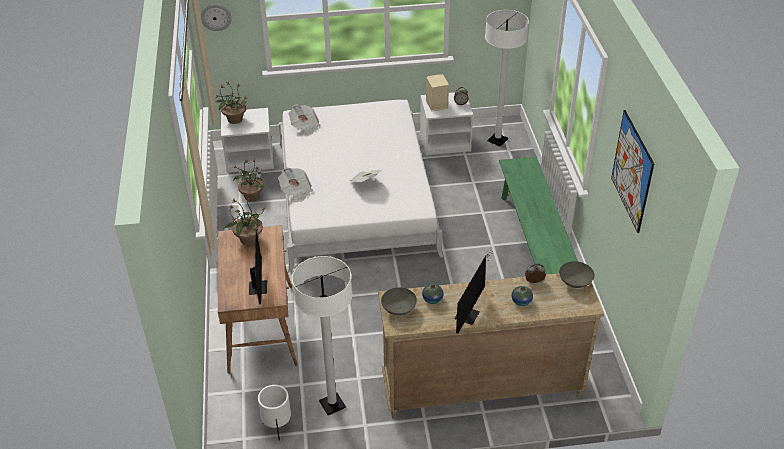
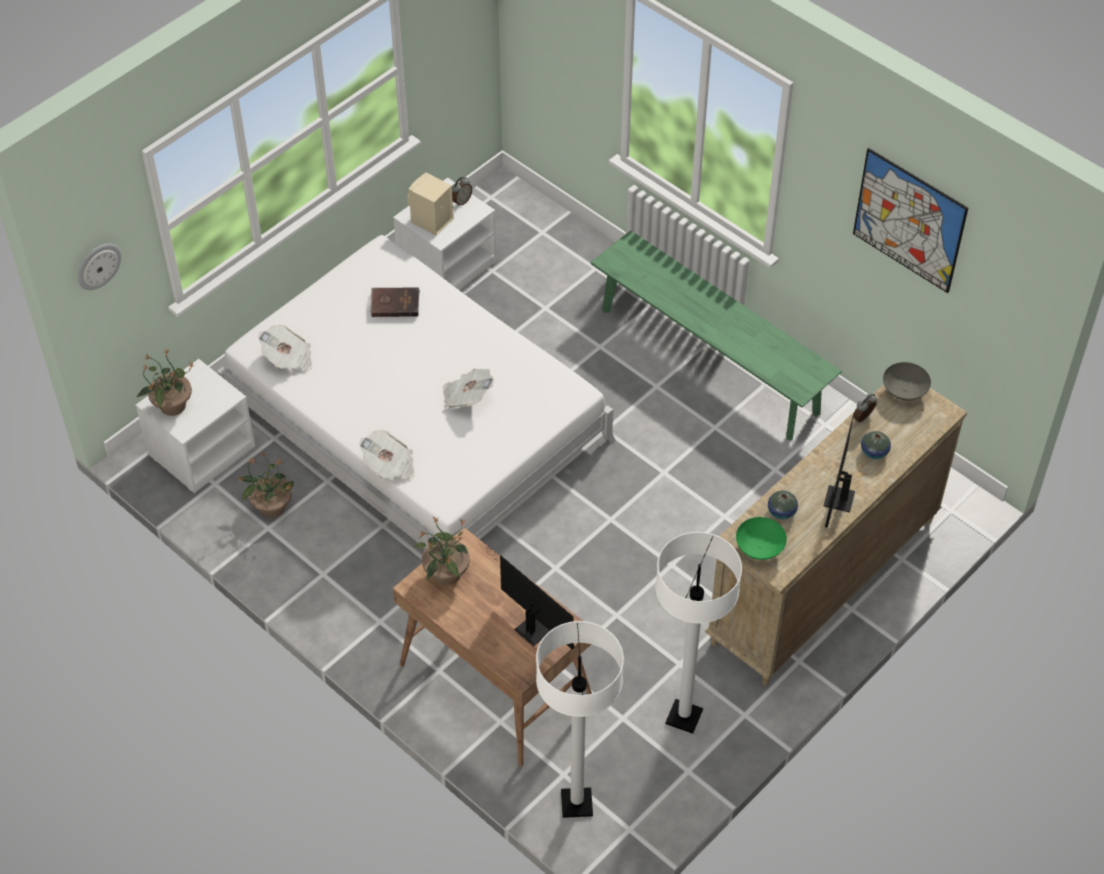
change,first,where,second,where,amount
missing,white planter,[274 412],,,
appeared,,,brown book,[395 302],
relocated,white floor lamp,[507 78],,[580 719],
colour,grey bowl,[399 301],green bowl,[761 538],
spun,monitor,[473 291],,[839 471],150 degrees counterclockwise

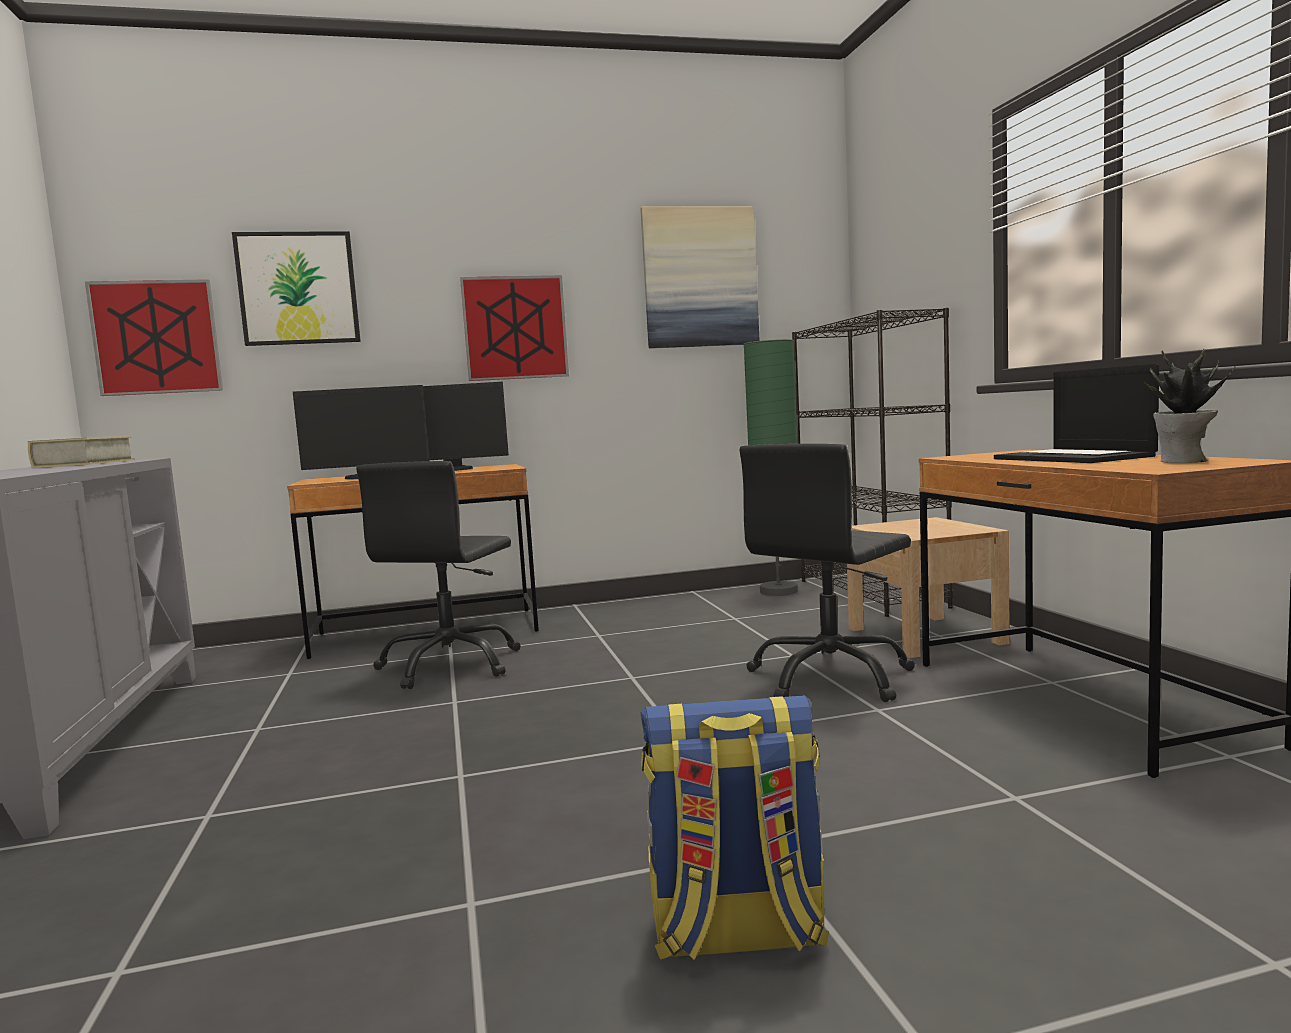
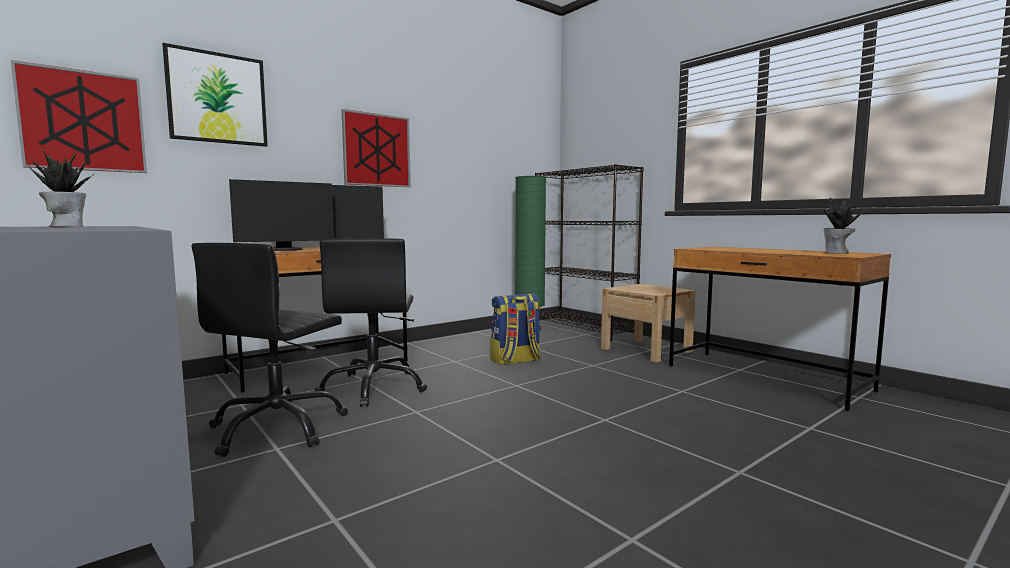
change,first,where,second,where,amount
missing,picture,[700 277],,,
missing,laptop,[1076 413],,,
relocated,backpack,[734 828],,[515 329],
relocated,black office chair,[827 573],,[269 350],
exchanged,book,[81 452],potted plant,[60 188],

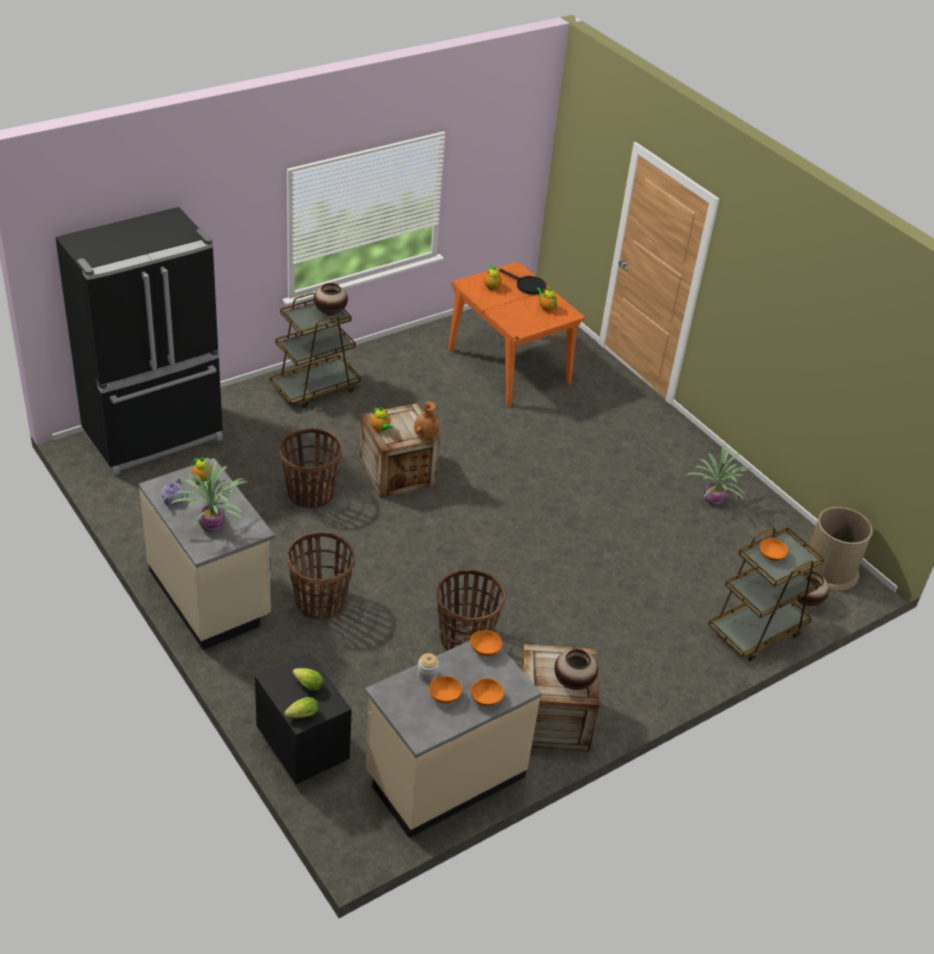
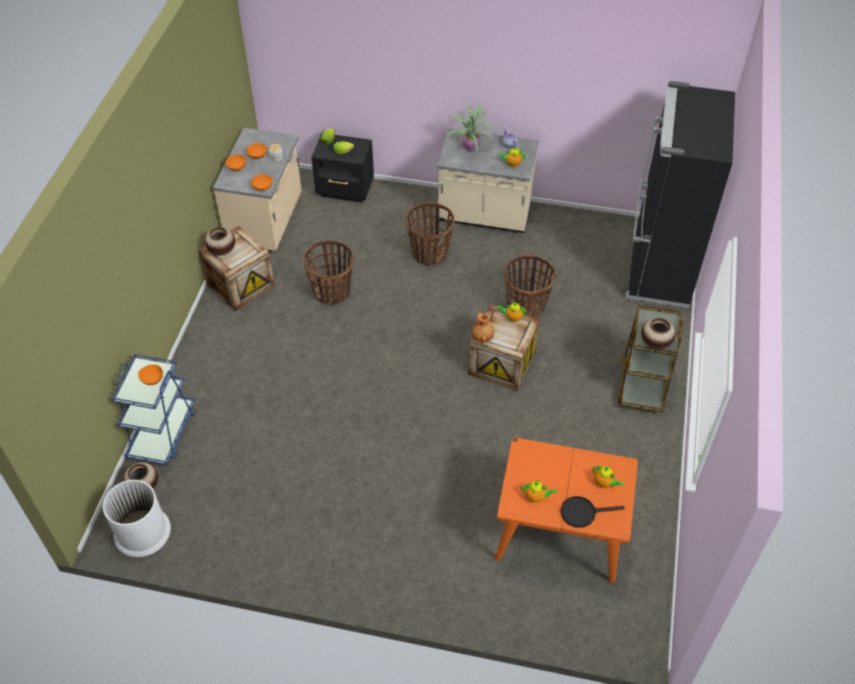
change,first,where,second,where,amount
missing,potted plant,[719 474],,,
colour,brown cart,[766 594],blue cart,[153 409],
colour,brown trash can,[840 549],white trash can,[137 518],

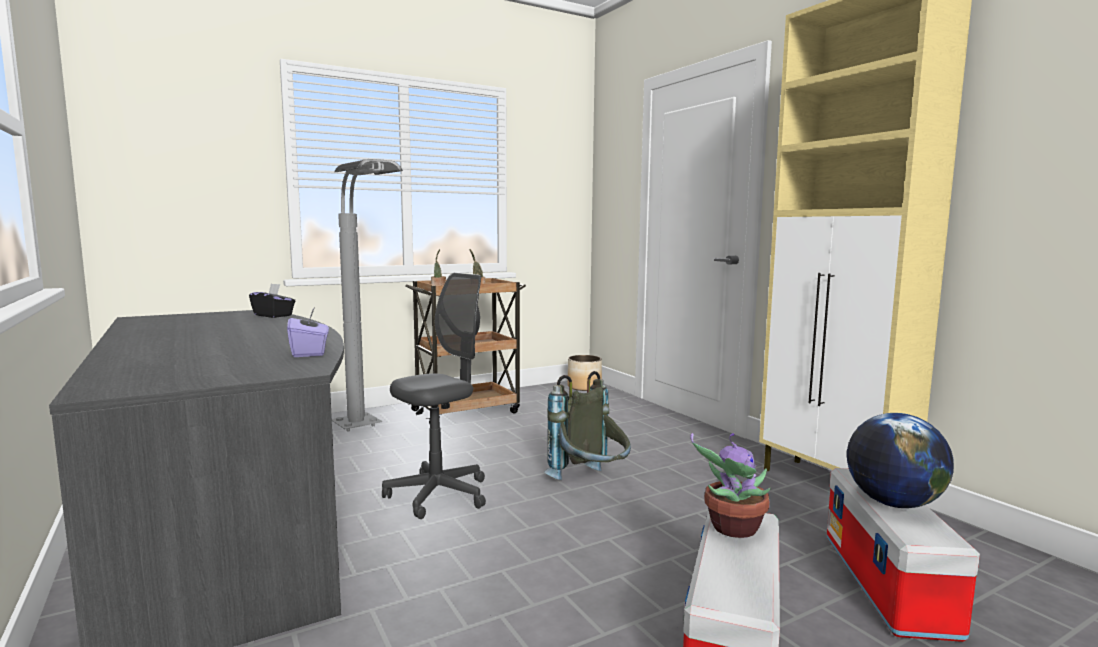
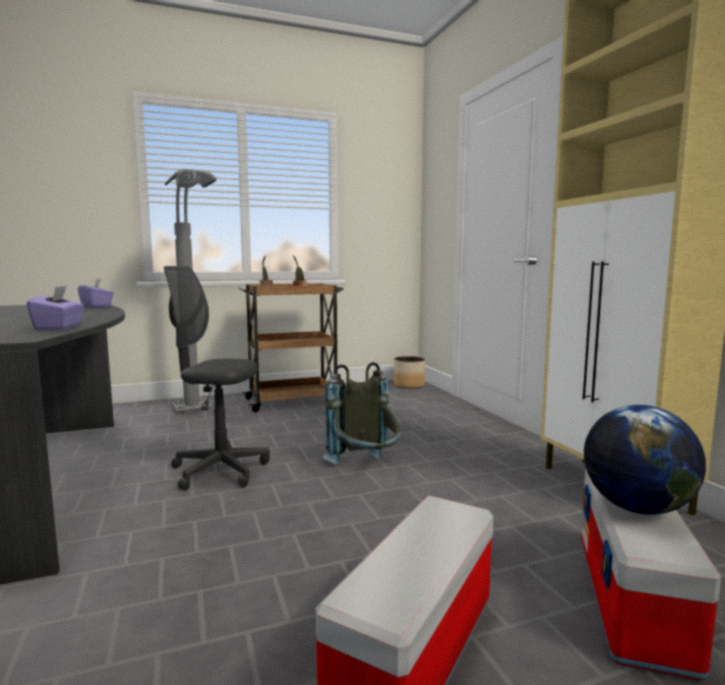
change,first,where,second,where,amount
missing,potted plant,[730 485],,,
colour,black tissue box,[272 300],purple tissue box,[96 293],
spun,grey office chair,[434 395],,[217 378],135 degrees counterclockwise

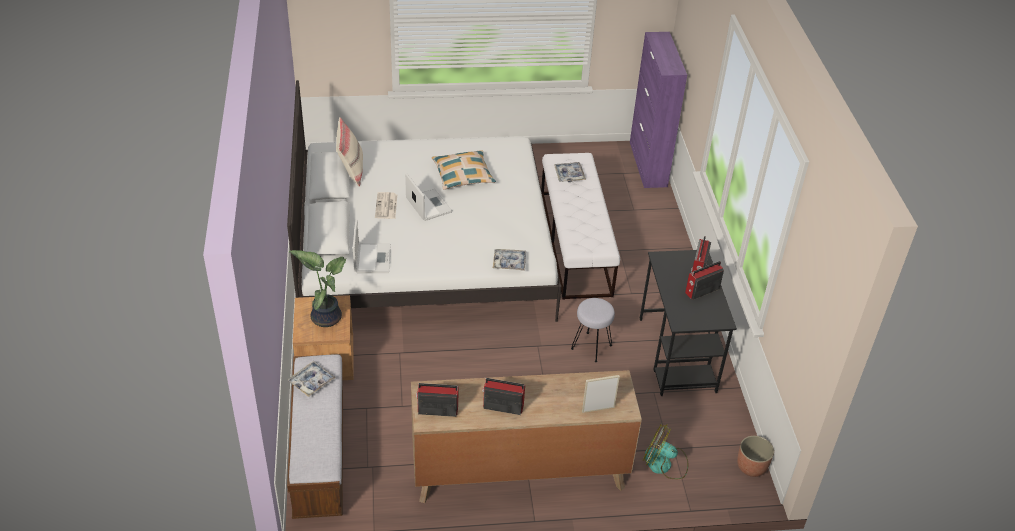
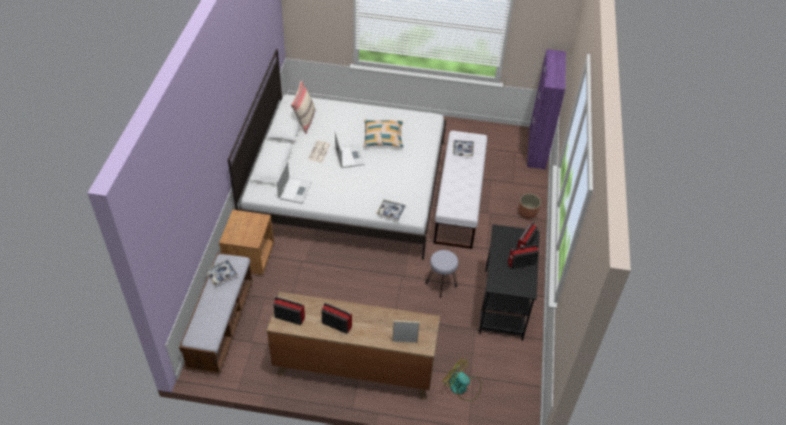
change,first,where,second,where,amount
missing,potted plant,[317 288],,,
relocated,planter,[755 456],,[529 206],

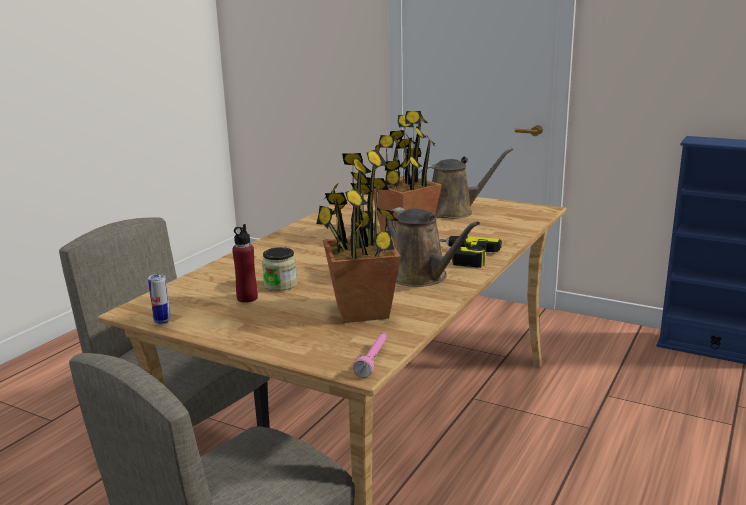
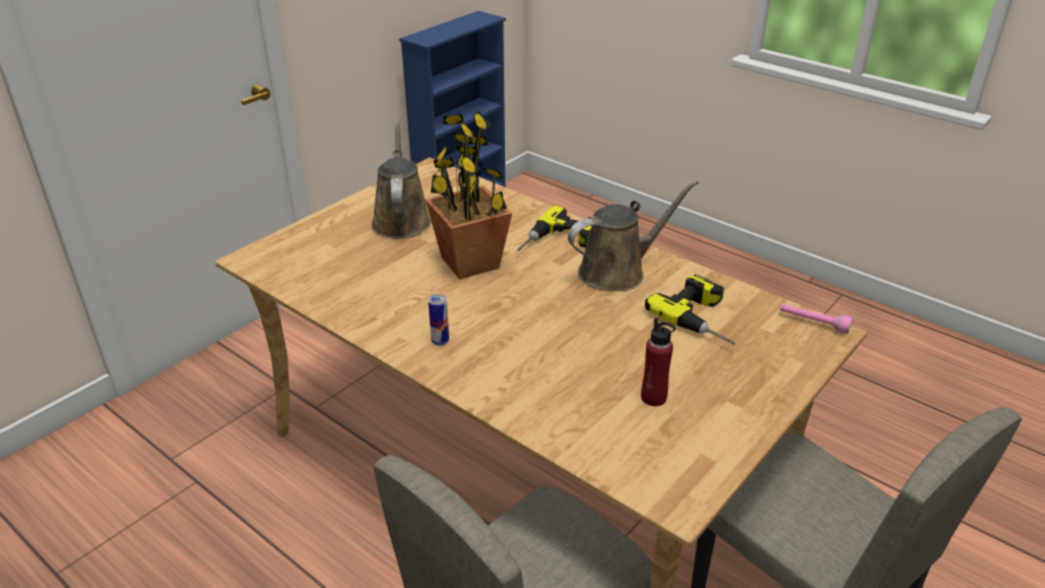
change,first,where,second,where,amount
missing,jar,[279 269],,,
relocated,can,[159 299],,[438 320],
exchanged,potted plant,[358 236],power drill,[690 309],

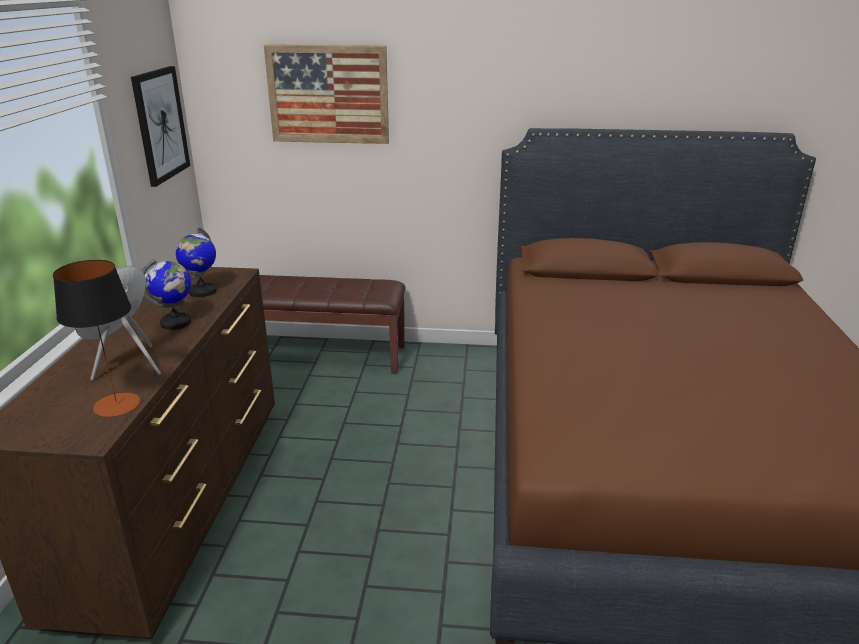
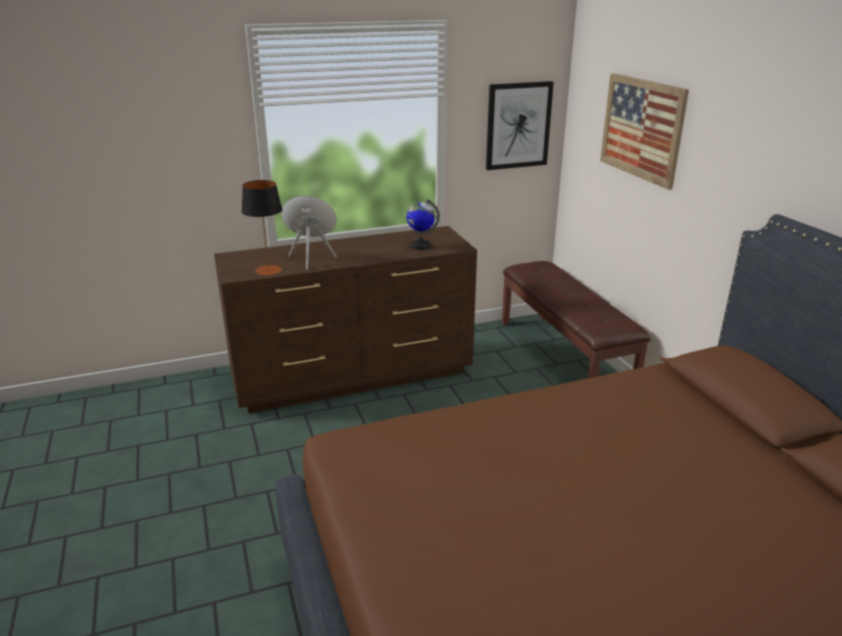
change,first,where,second,where,amount
missing,globe,[166 294],,,

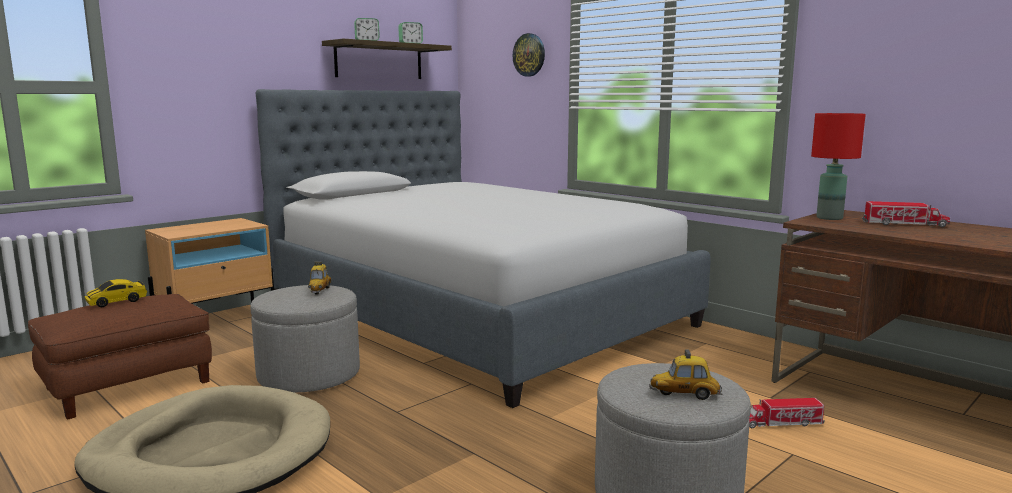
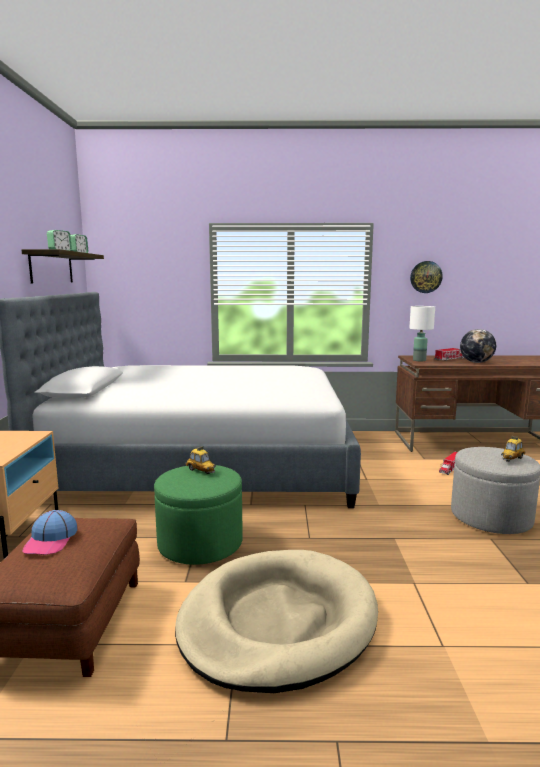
change,first,where,second,where,amount
appeared,,,globe,[478 346],
relocated,wall clock,[529 55],,[426 277],
exchanged,toy car,[116 293],cap,[49 532],
colour,grey ottoman,[305 338],green ottoman,[198 515],
colour,red table lamp,[838 166],white table lamp,[422 334],

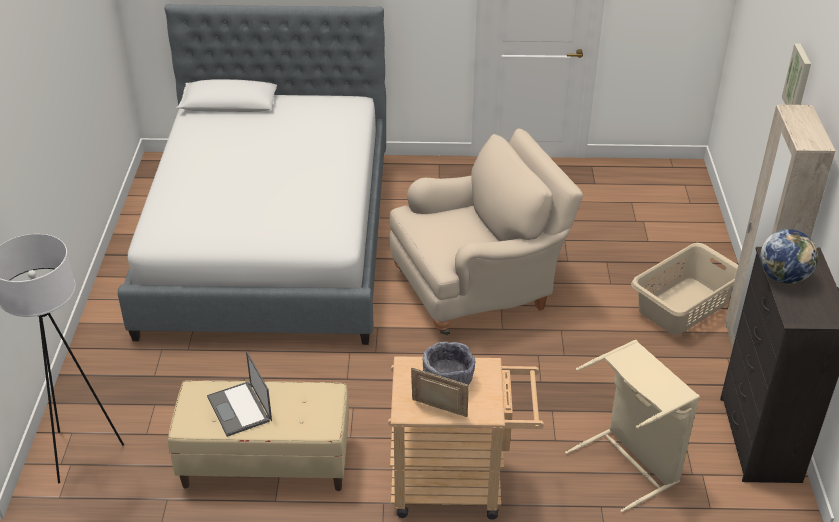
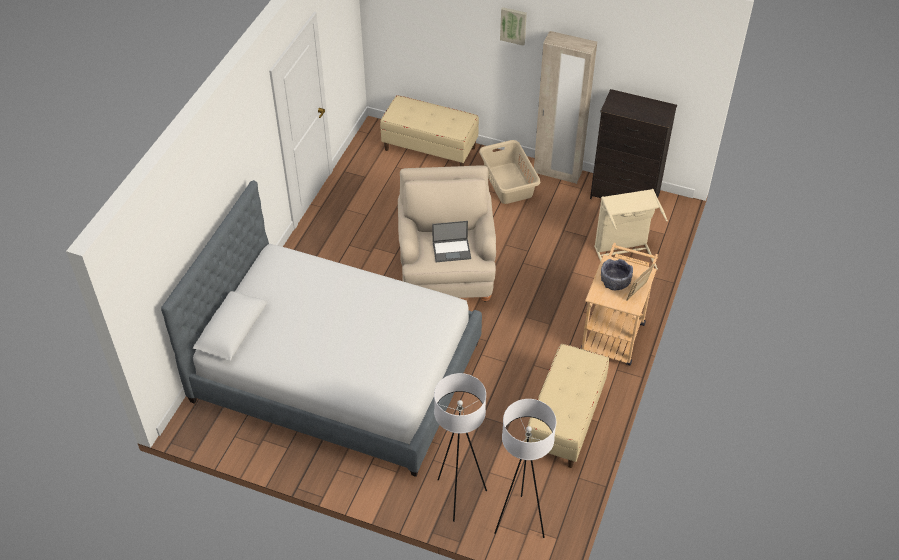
change,first,where,second,where,amount
missing,globe,[789 256],,,
appeared,,,beige bench,[429 130],
appeared,,,white floor lamp,[460 447],
relocated,laptop,[239 394],,[451 241],

